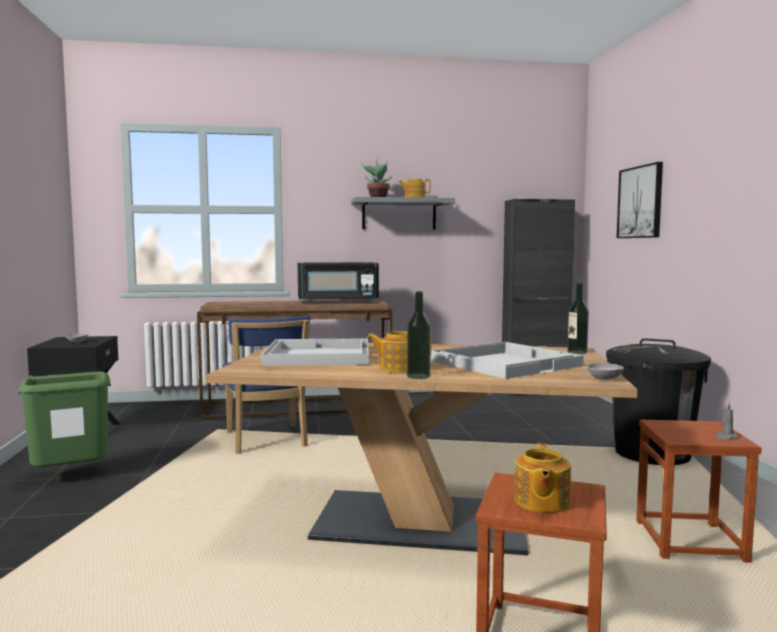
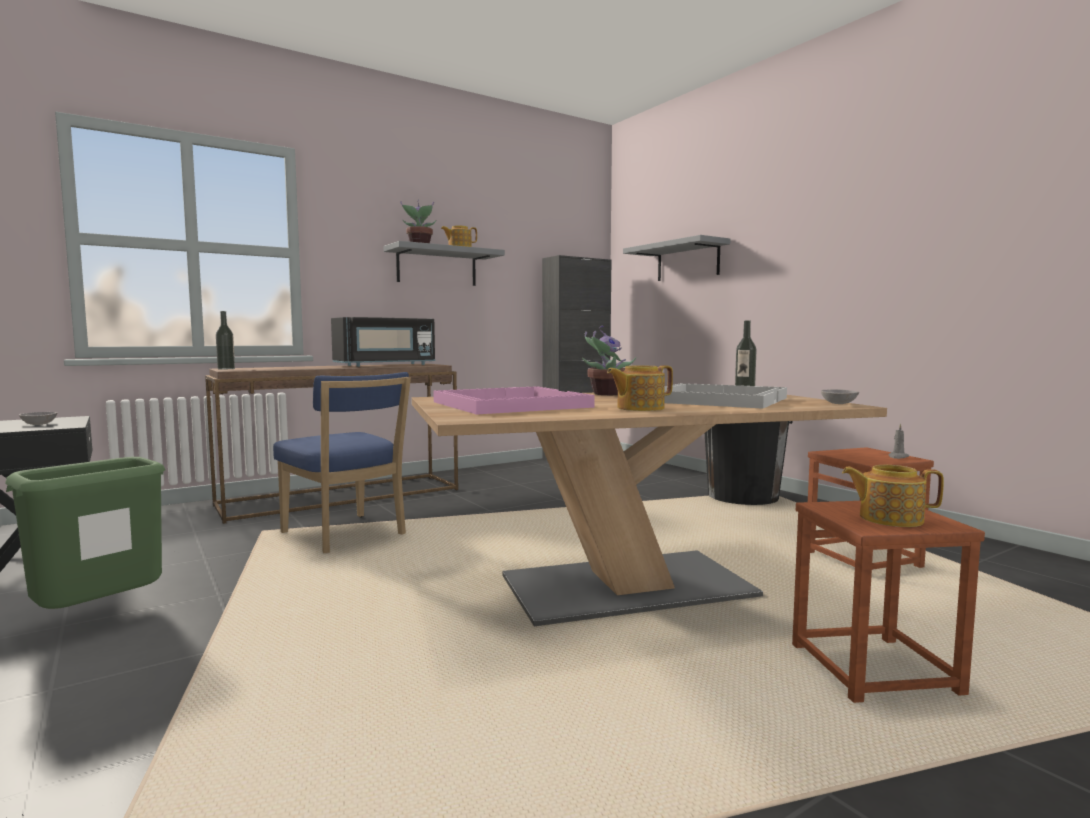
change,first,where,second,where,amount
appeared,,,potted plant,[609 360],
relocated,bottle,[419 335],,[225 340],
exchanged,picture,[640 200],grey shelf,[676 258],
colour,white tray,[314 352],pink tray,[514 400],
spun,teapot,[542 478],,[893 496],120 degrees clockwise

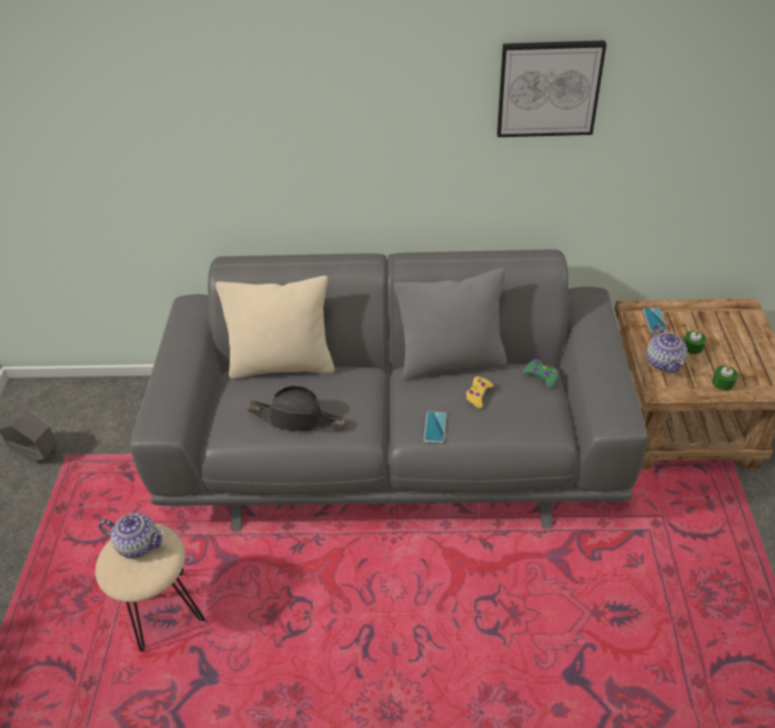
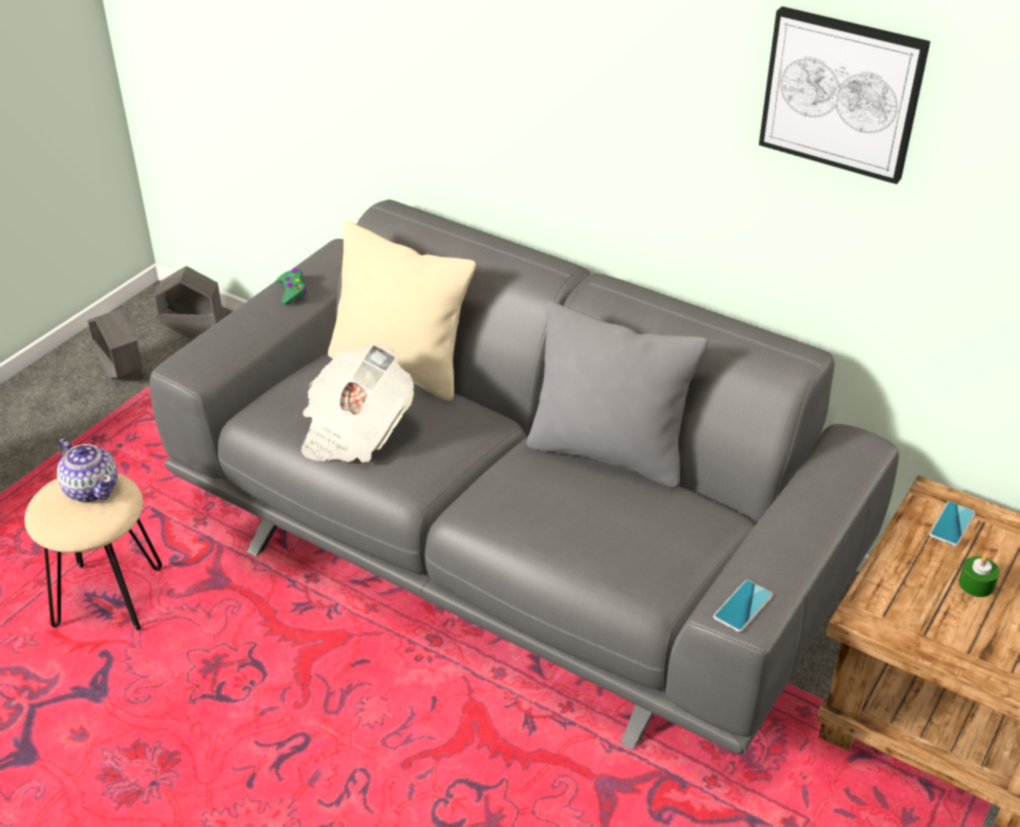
change,first,where,second,where,amount
missing,yellow game controller,[479 392],,,
missing,teapot,[666 348],,,
missing,green candle,[725 378],,,
appeared,,,grey planter,[188 302],
relocated,phone,[435 427],,[743 606],
relocated,green game controller,[541 373],,[291 286],
exchanged,black hat,[296 409],newspaper,[357 403],

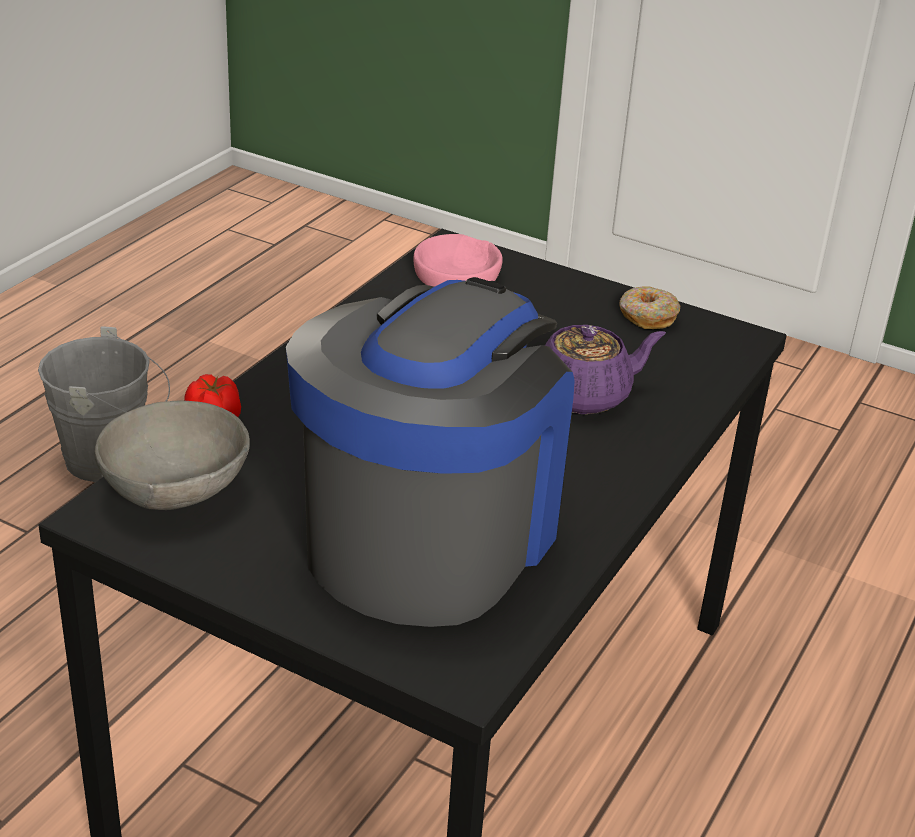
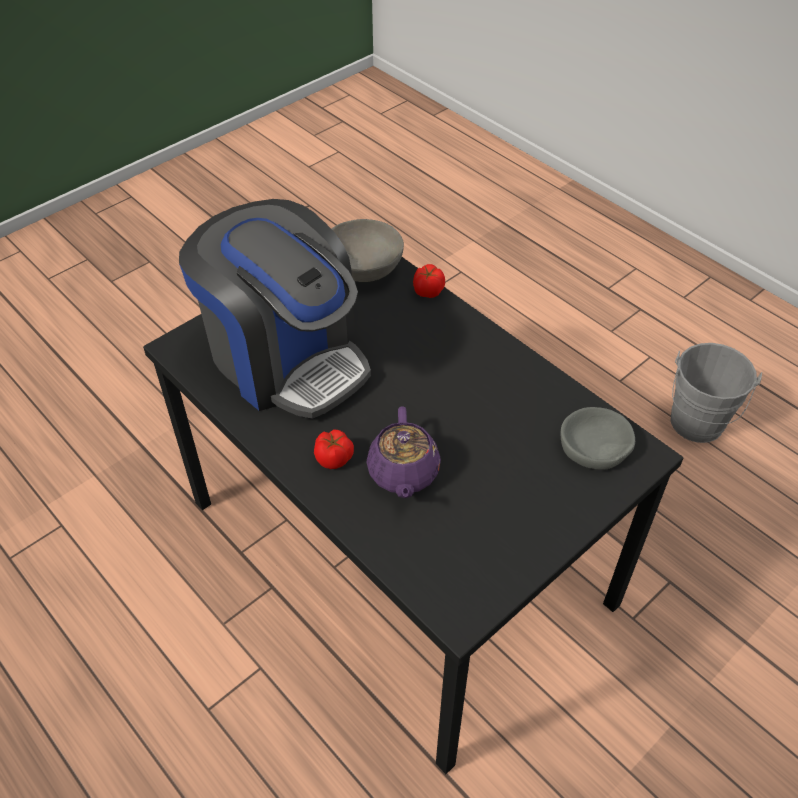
change,first,where,second,where,amount
missing,donut,[649 308],,,
appeared,,,tomato,[334 449],
colour,pink bowl,[458 260],grey bowl,[598 438],

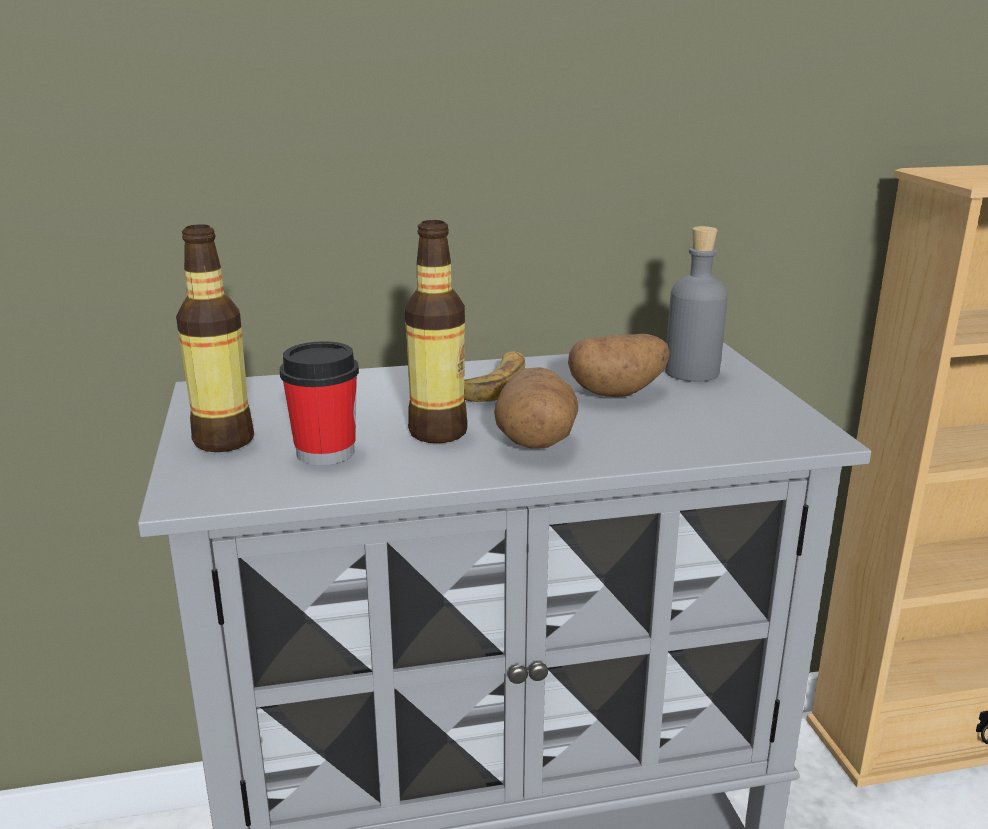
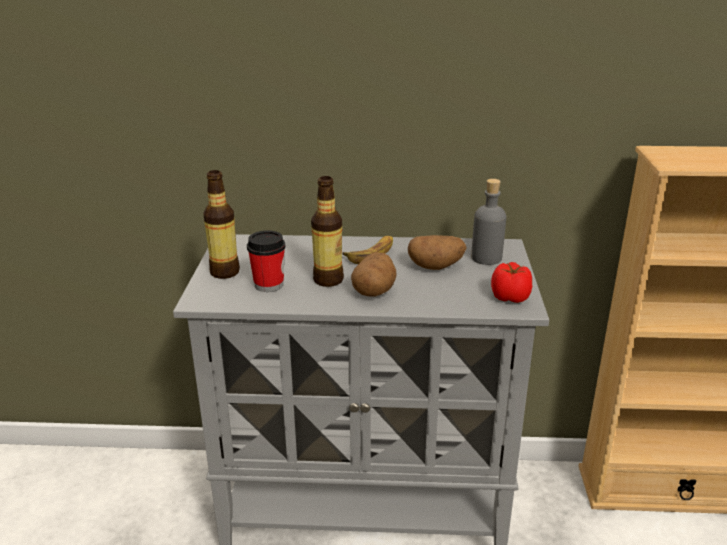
change,first,where,second,where,amount
appeared,,,tomato,[511 282],

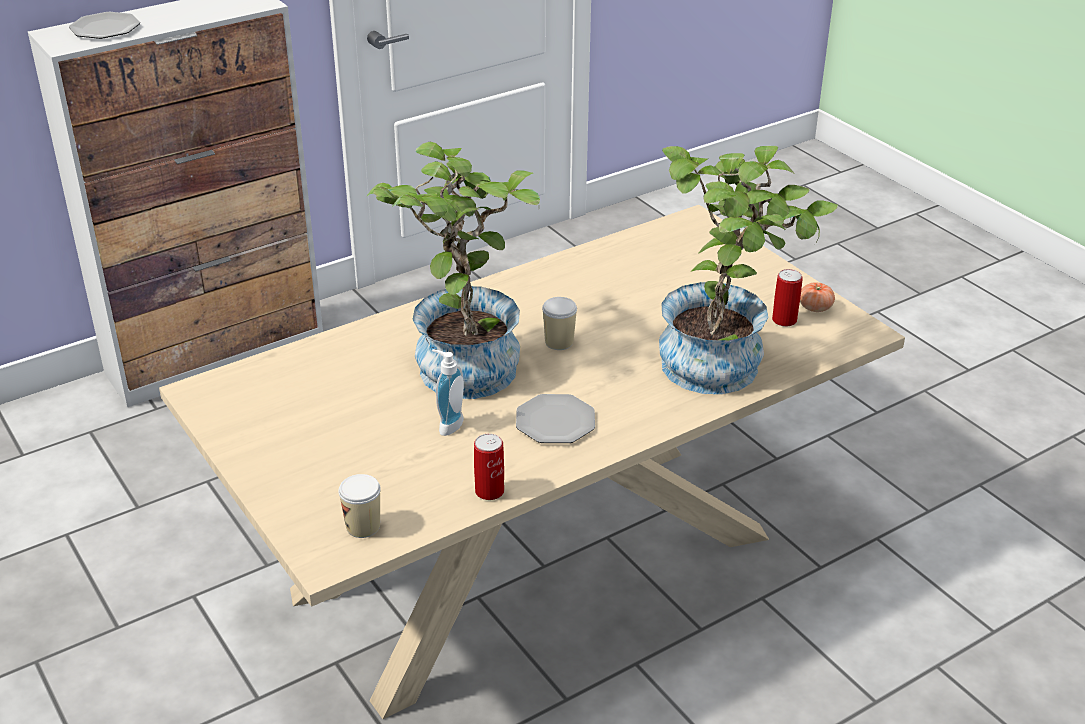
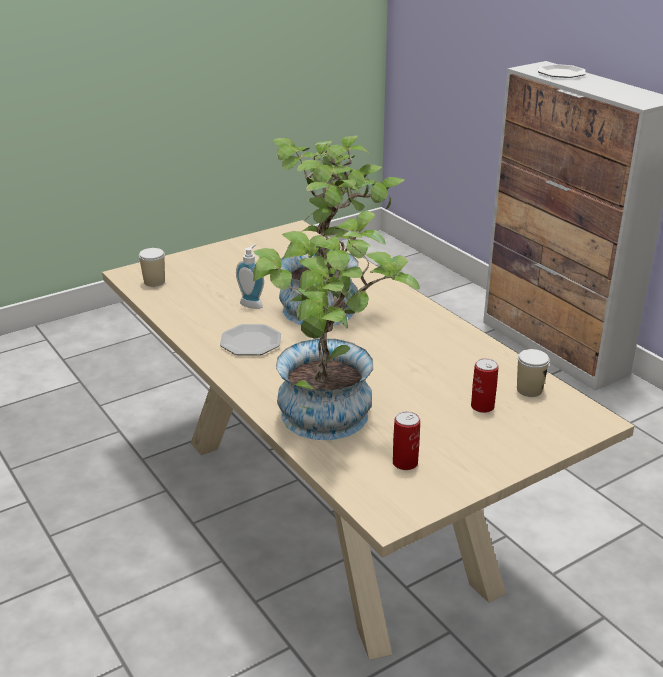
change,first,where,second,where,amount
missing,tomato,[817 297],,,
relocated,can,[489 467],,[484 385],
relocated,cup,[559 323],,[533 373],

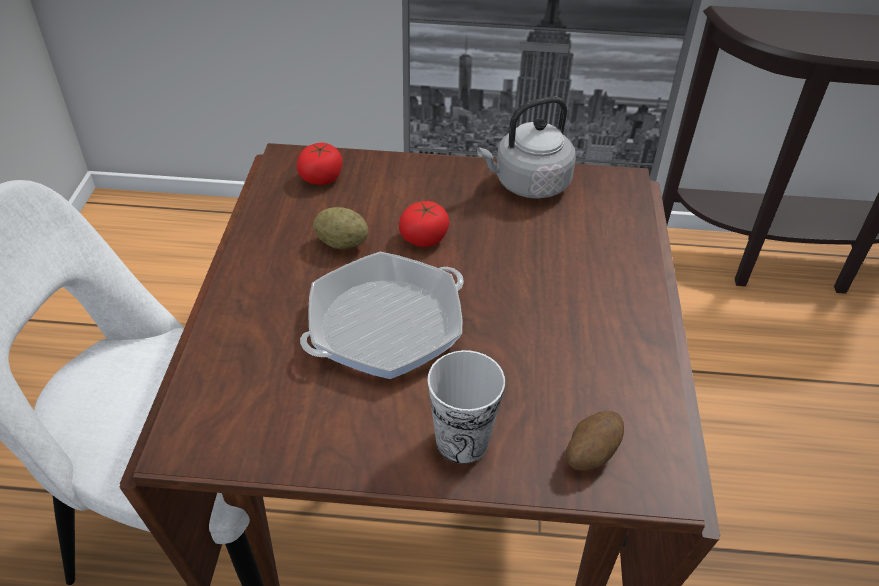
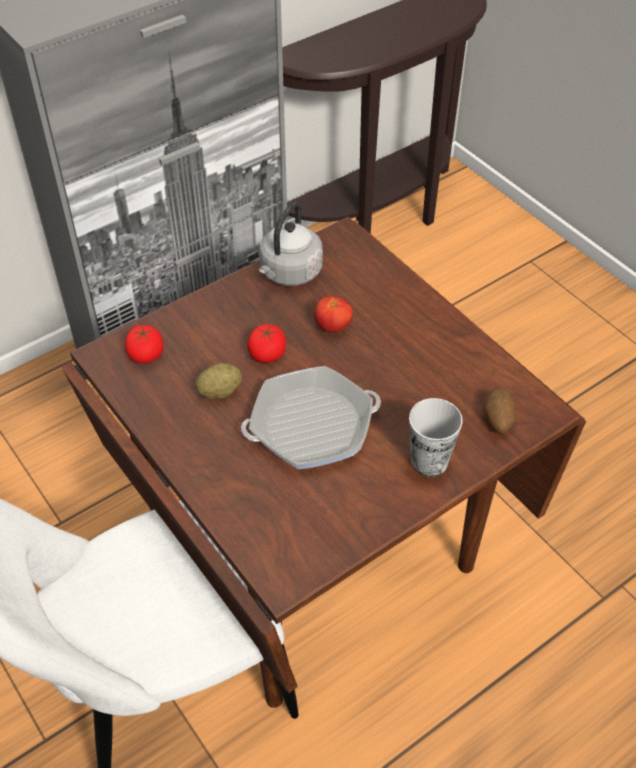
change,first,where,second,where,amount
appeared,,,tomato,[333 314],
spun,frying pan,[382 315],,[311 417],60 degrees clockwise

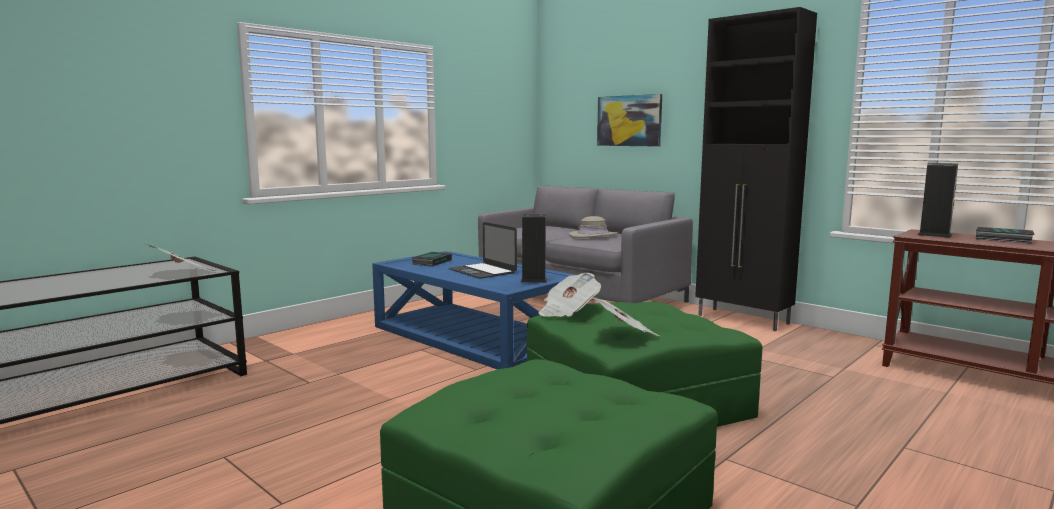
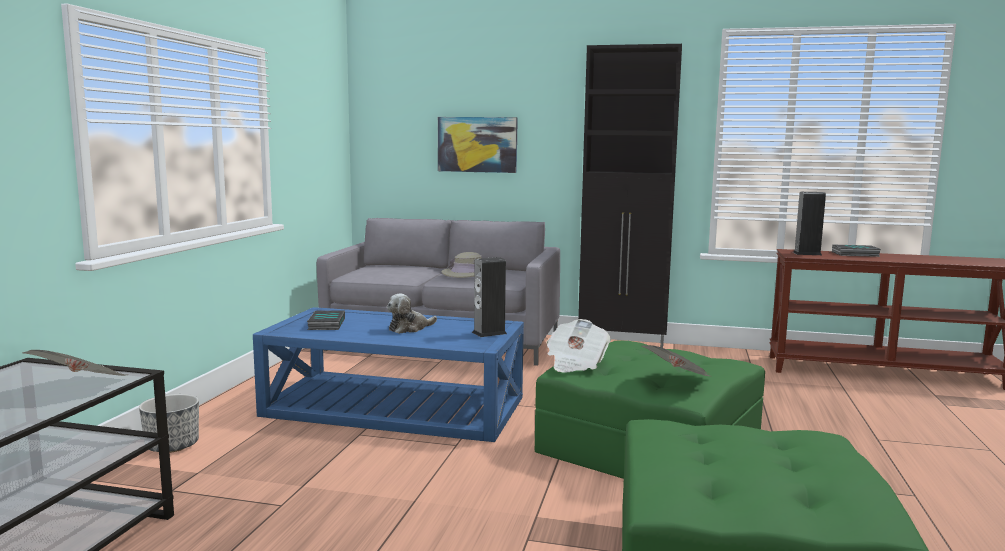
change,first,where,second,where,amount
appeared,,,planter,[169 423],
exchanged,laptop,[483 250],plush toy,[412 313],

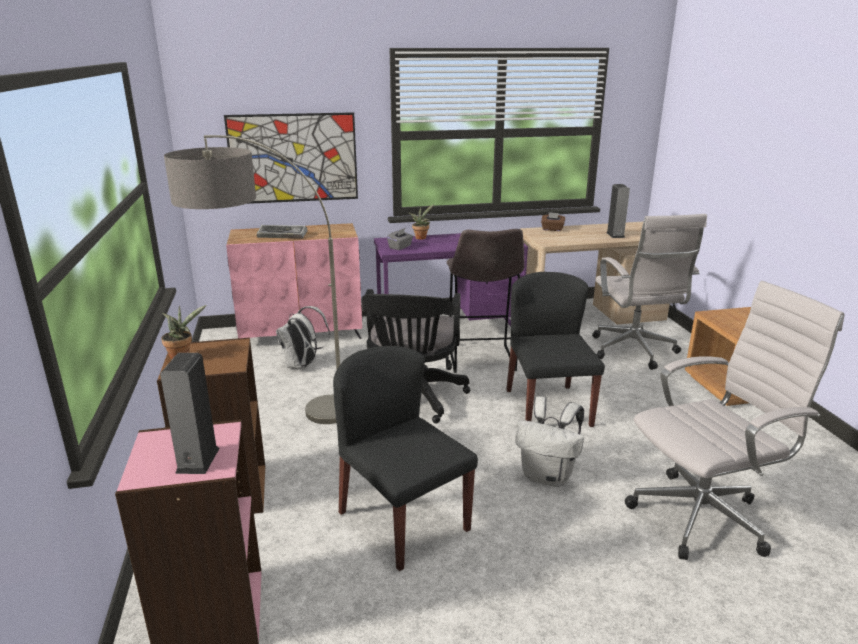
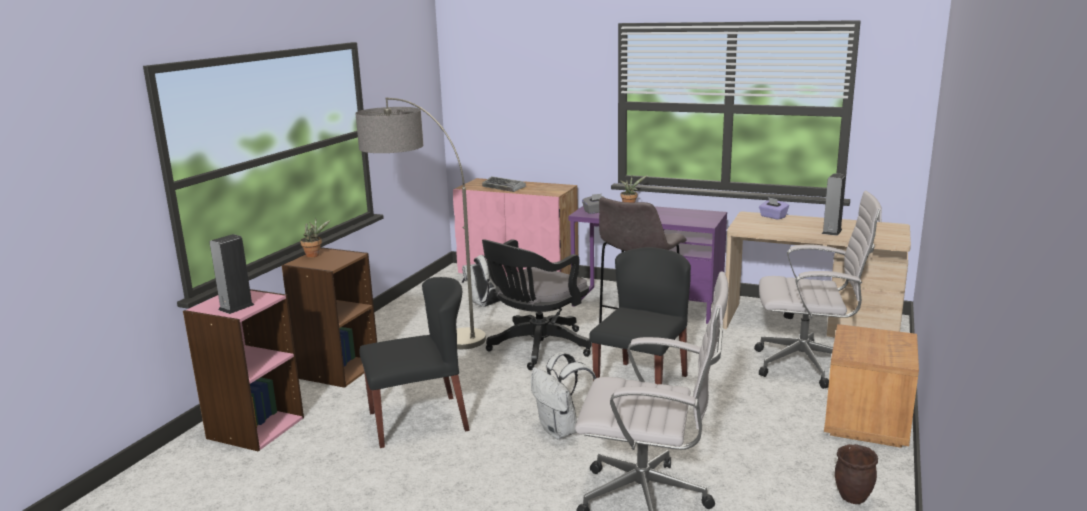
change,first,where,second,where,amount
missing,picture,[291 158],,,
appeared,,,brown planter,[856 474],
colour,brown tissue box,[553 221],purple tissue box,[774 208],
spun,black chair,[405 458],,[414 362],75 degrees clockwise
spun,white office chair,[649 292],,[818 290],105 degrees counterclockwise

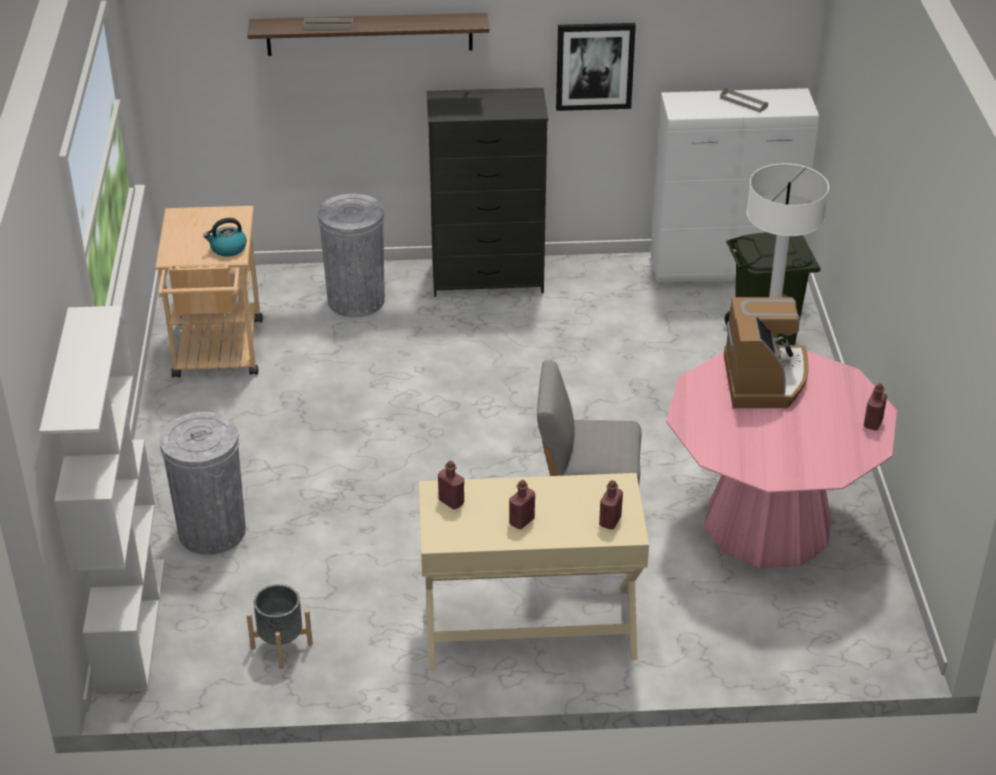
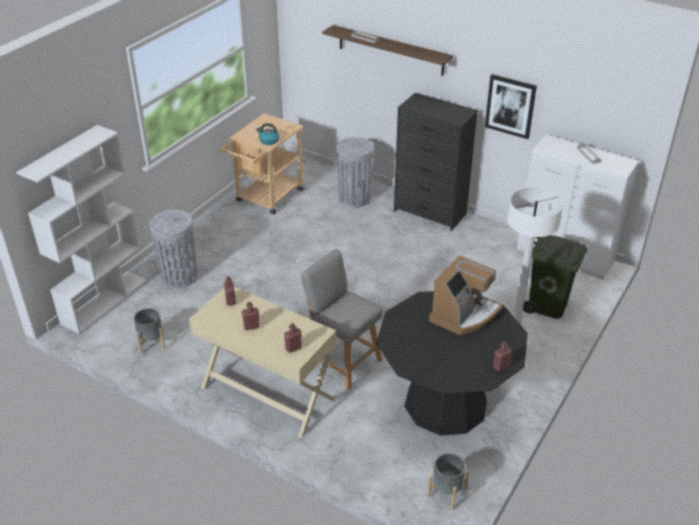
change,first,where,second,where,amount
appeared,,,grey planter,[448 481],
colour,pink dining table,[781 459],black dining table,[452 363],

